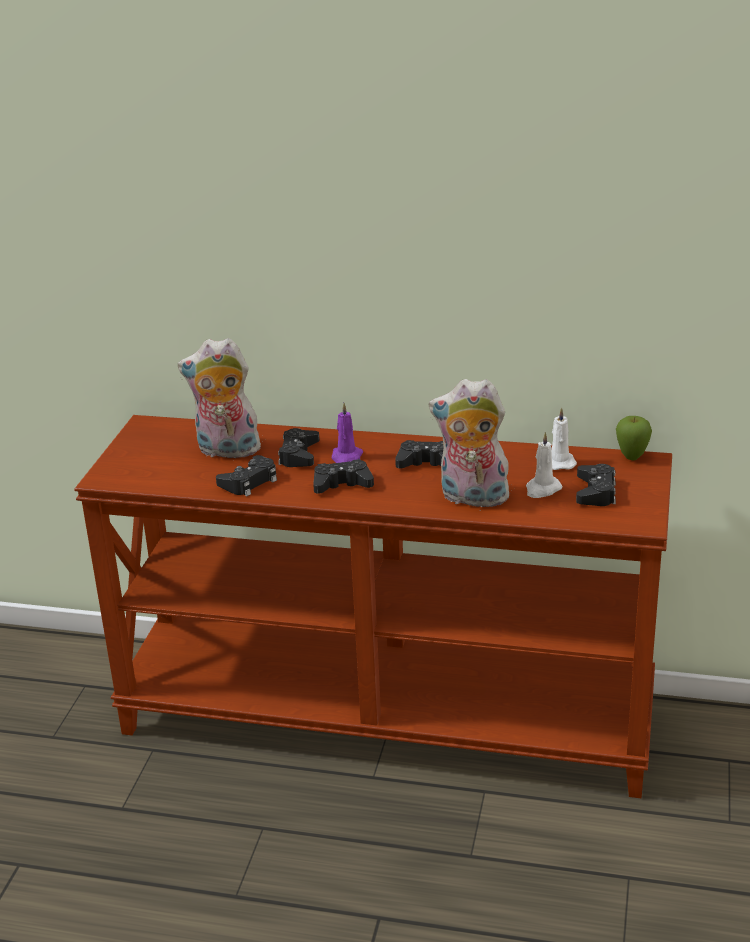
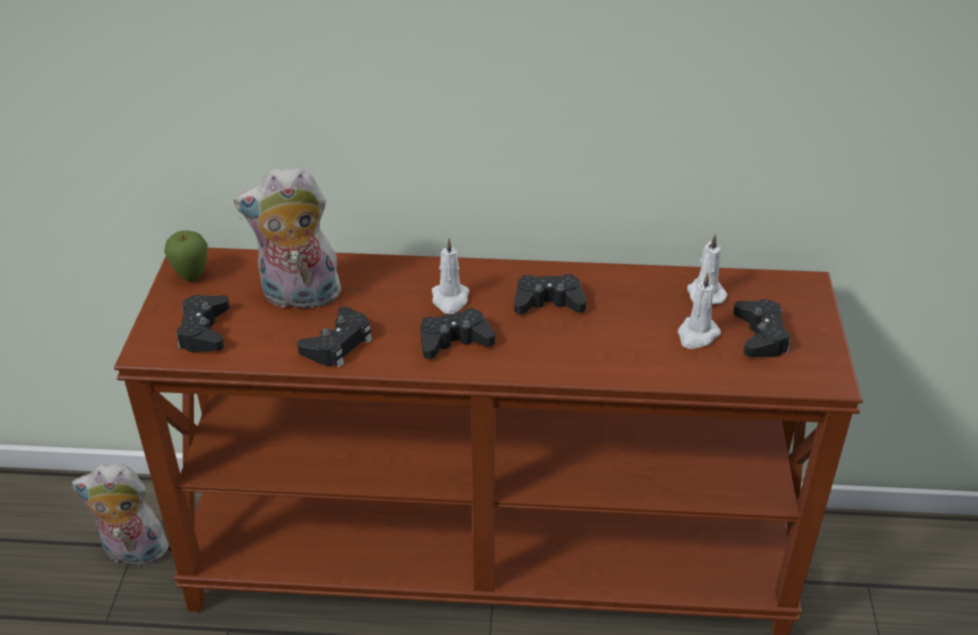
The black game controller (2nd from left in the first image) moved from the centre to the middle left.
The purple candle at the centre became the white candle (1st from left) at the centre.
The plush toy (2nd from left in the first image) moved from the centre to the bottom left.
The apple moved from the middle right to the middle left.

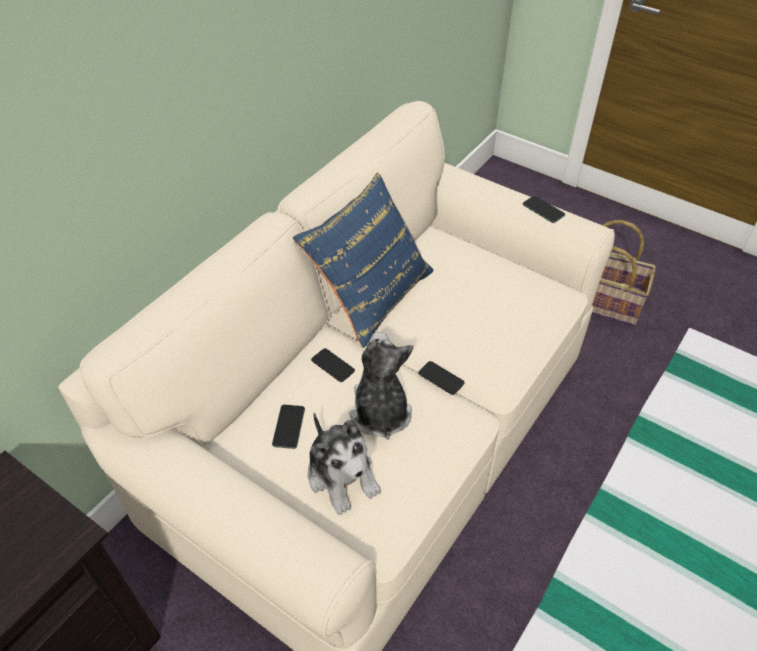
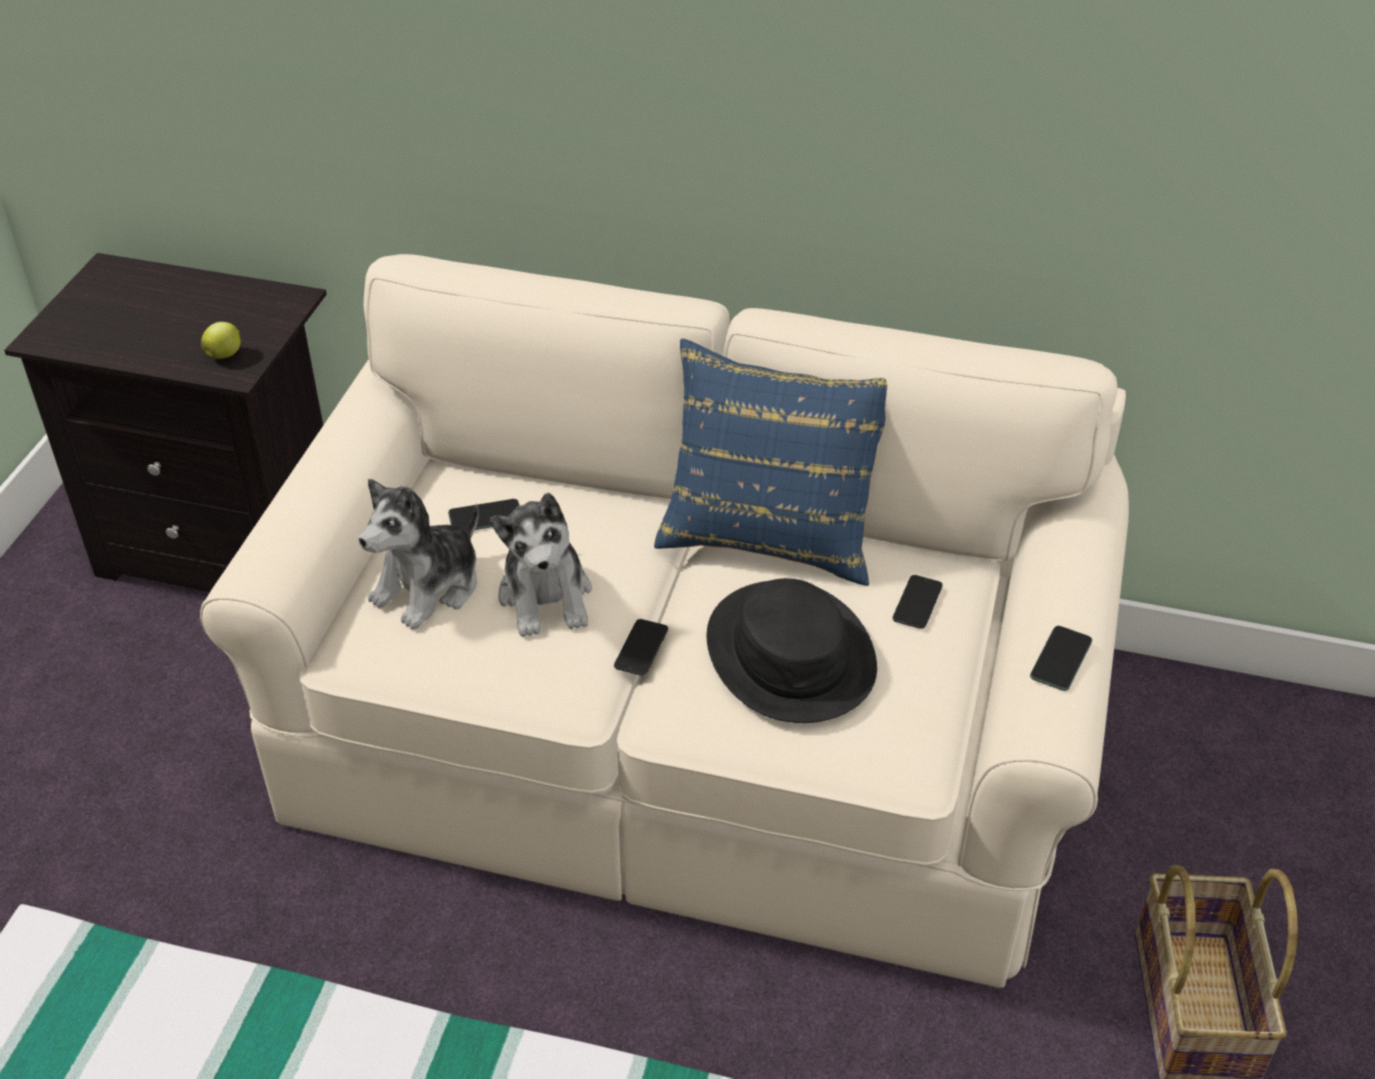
The phone (2nd from left in the first image) moved from the centre to the middle right.
The plush toy (2nd from left) at the centre turned 105 degrees clockwise.
The apple at the top left appeared.
The black hat at the centre appeared.

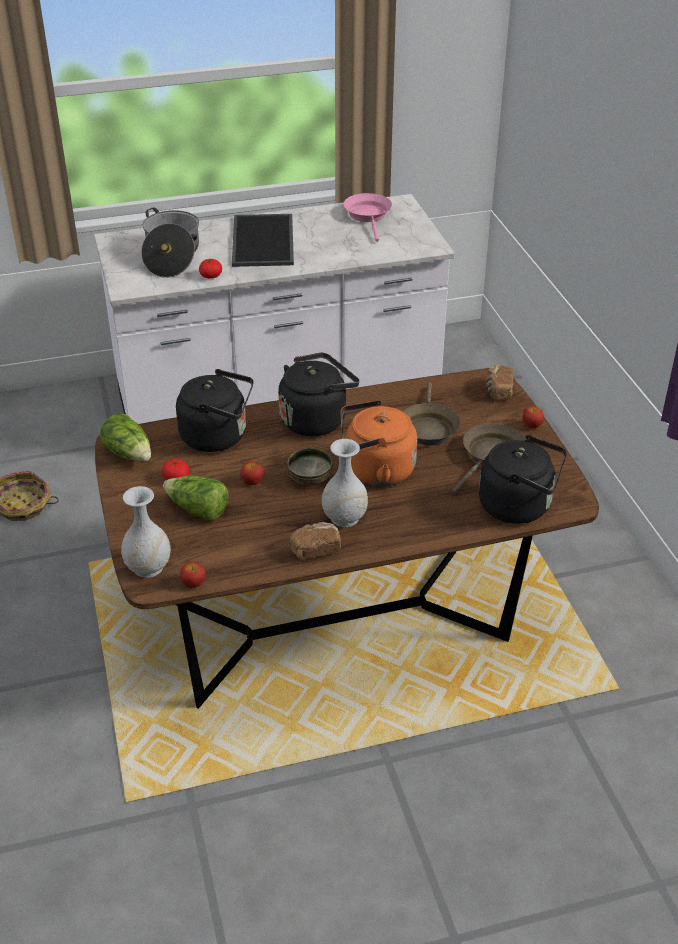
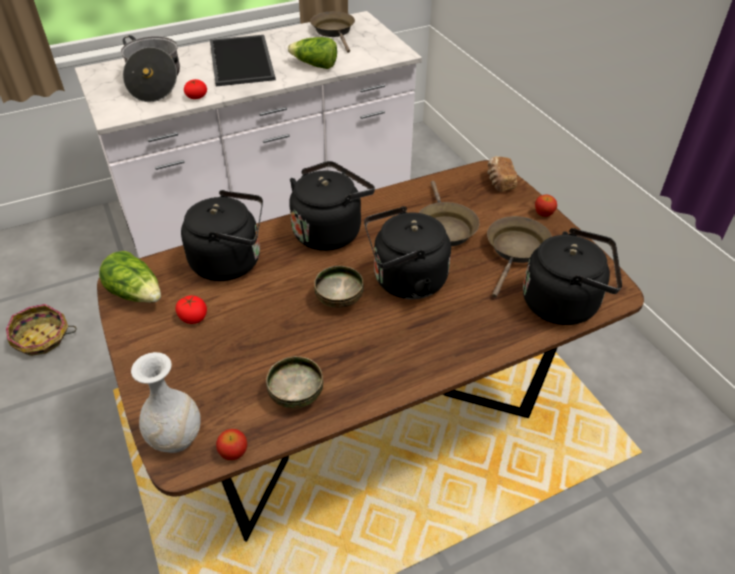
The lettuce (2nd from left) moved from the middle left to the top centre.
The apple (2nd from left) at the centre disappeared.
The bread (1st from left) at the centre disappeared.
The white vase (2nd from left) at the centre disappeared.
The orange kettle at the centre became the black kettle (3rd from left) at the centre.
The pink frying pan at the top centre became the brown frying pan (1st from left) at the top centre.
The bowl (1st from left) at the centre appeared.

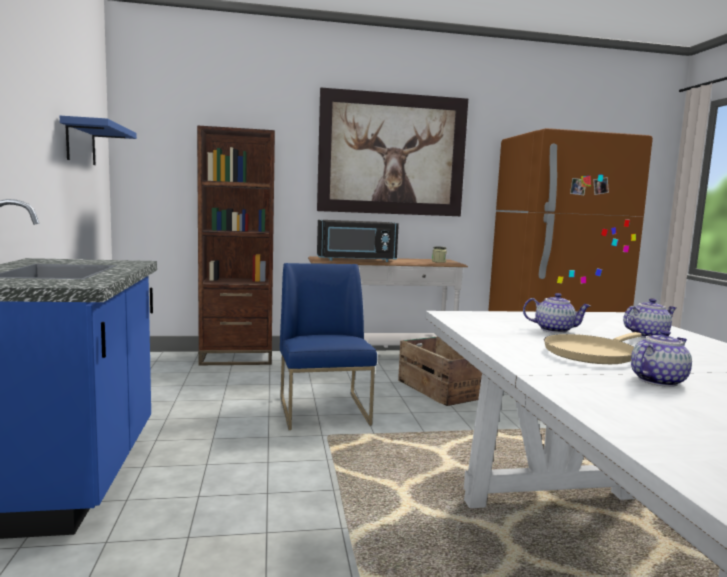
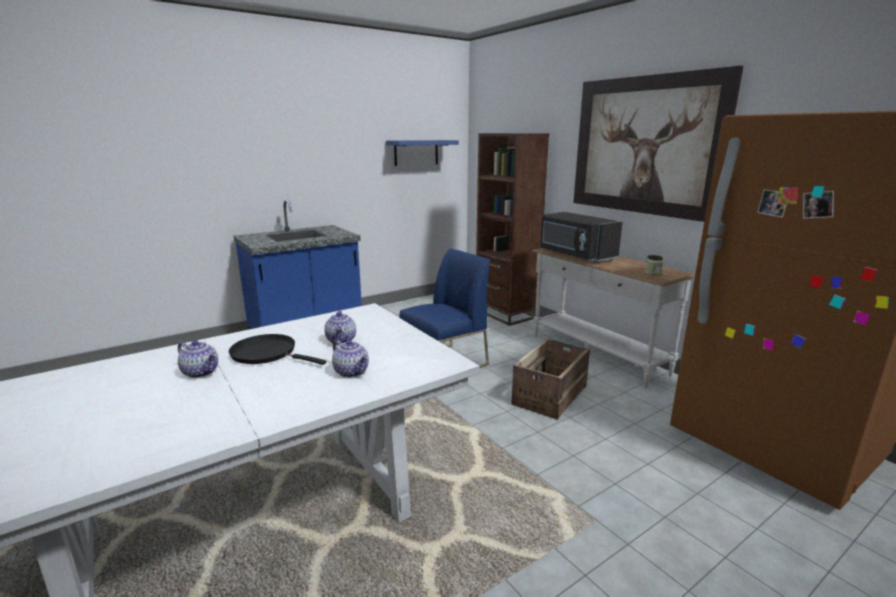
The beige frying pan at the middle right became the black frying pan at the middle left.

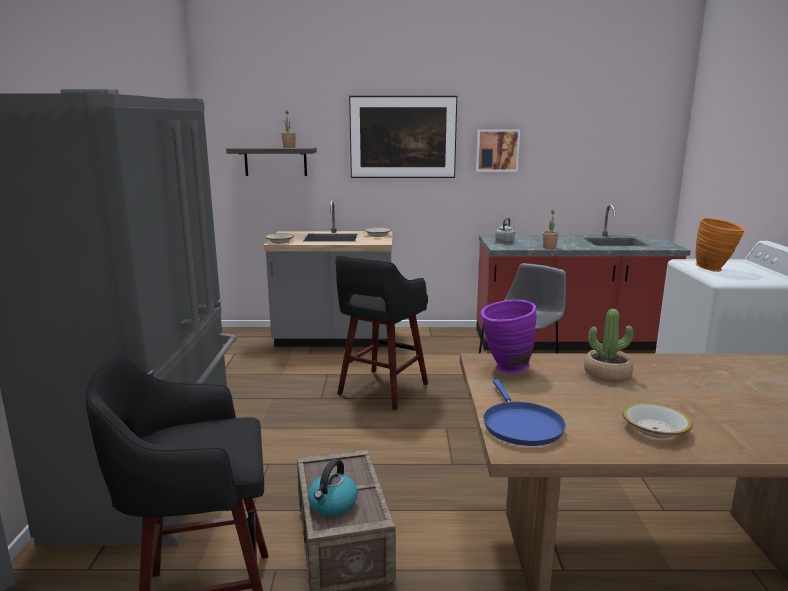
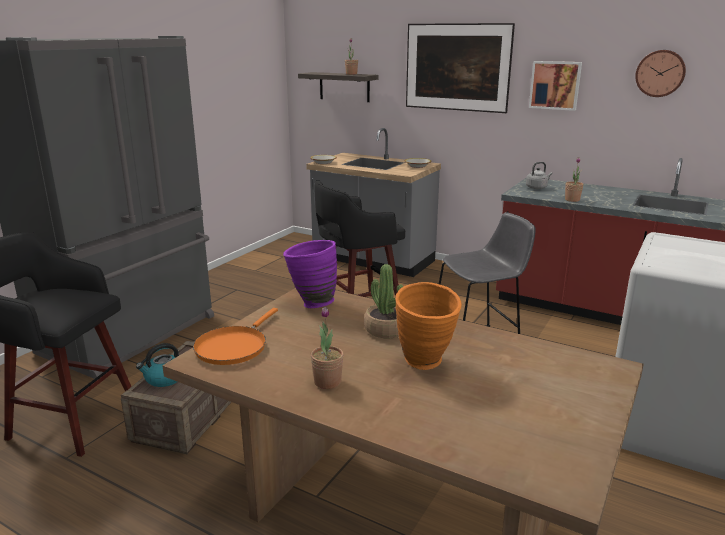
The blue frying pan at the bottom centre became the orange frying pan at the middle left.
The bowl (3rd from left) at the bottom right was replaced by the potted plant (1st from left) at the centre.
The orange vase moved from the middle right to the centre.
The wall clock at the top right appeared.

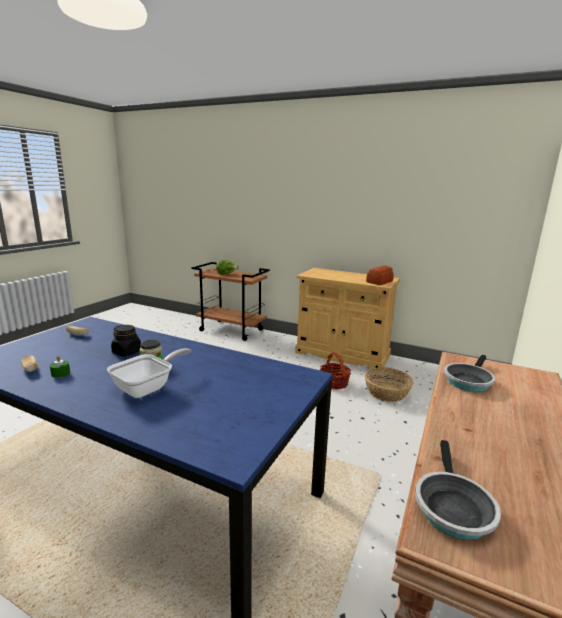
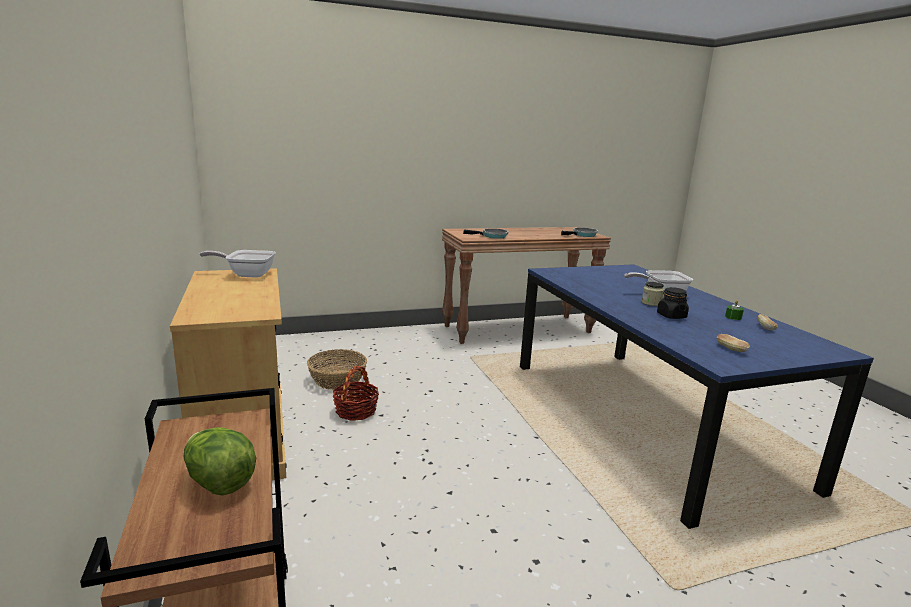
The bread (3rd from left) at the middle right was replaced by the frying pan (1st from left) at the middle left.

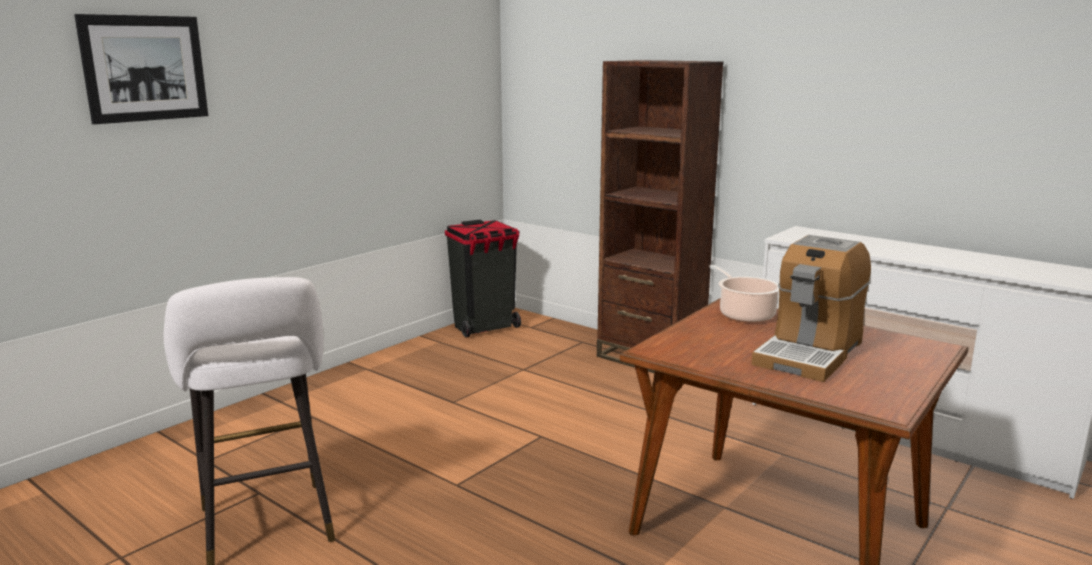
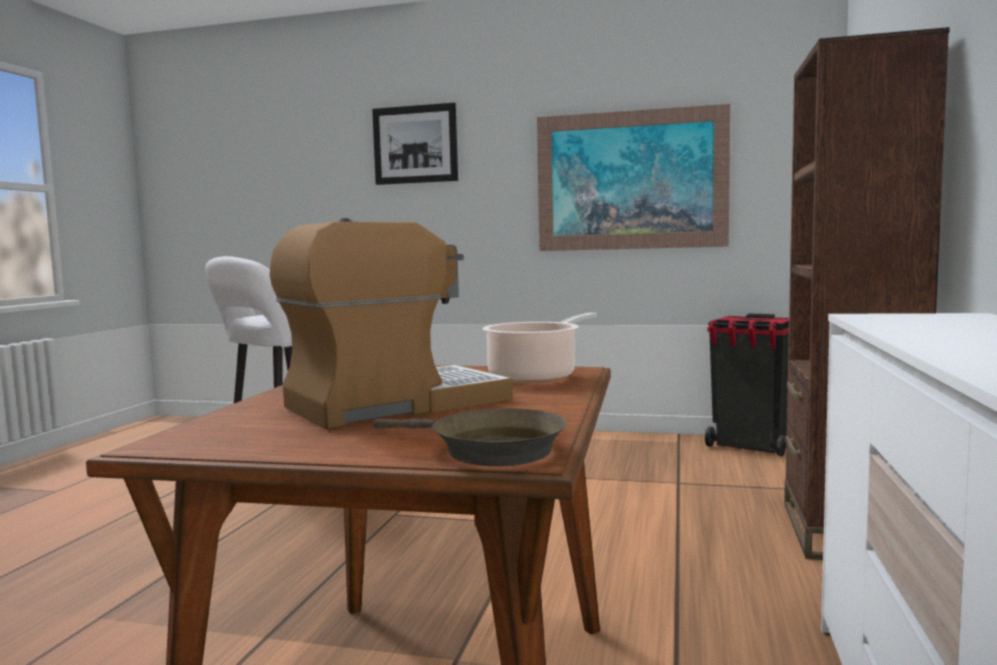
The coffee machine at the middle right turned 135 degrees clockwise.
The brown frying pan at the centre appeared.
The picture (2nd from left) at the top centre appeared.

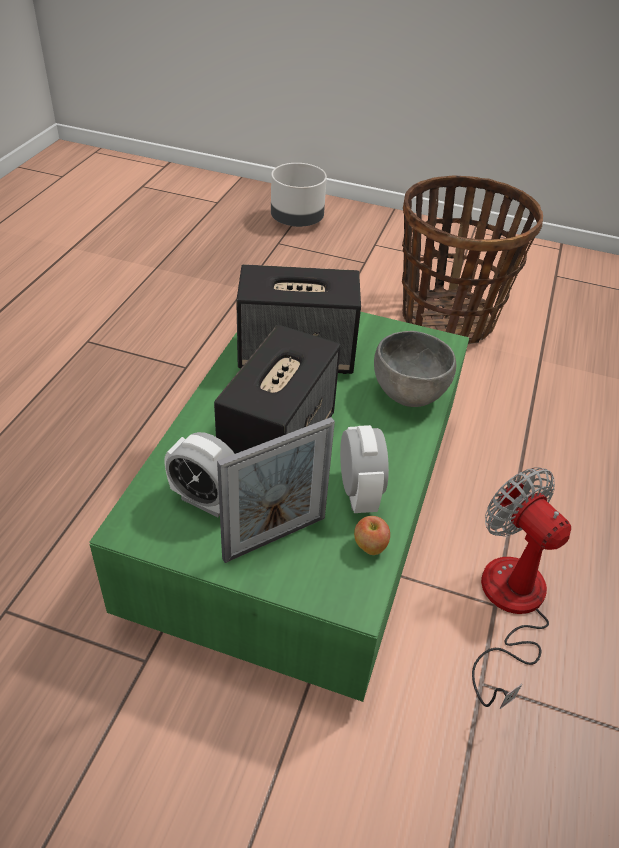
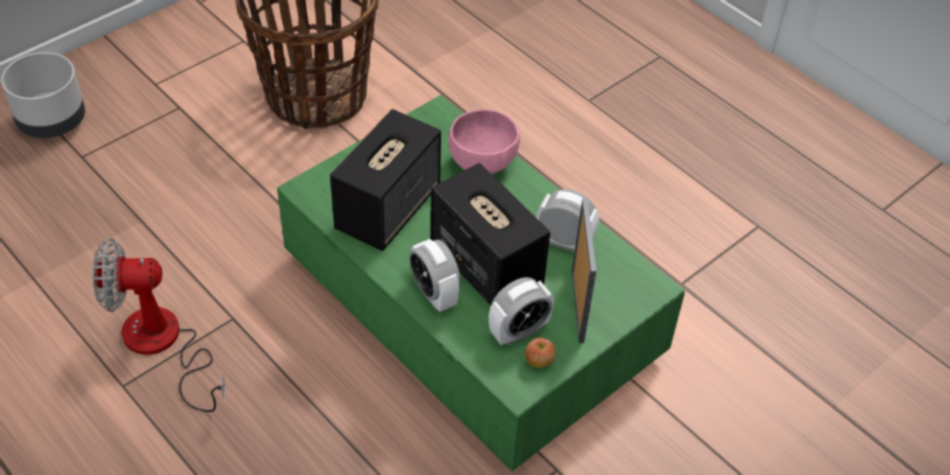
The apple moved from the centre to the bottom centre.
The grey bowl at the middle right became the pink bowl at the top centre.
The fan moved from the bottom right to the bottom left.
The alarm clock (1st from left) at the centre appeared.

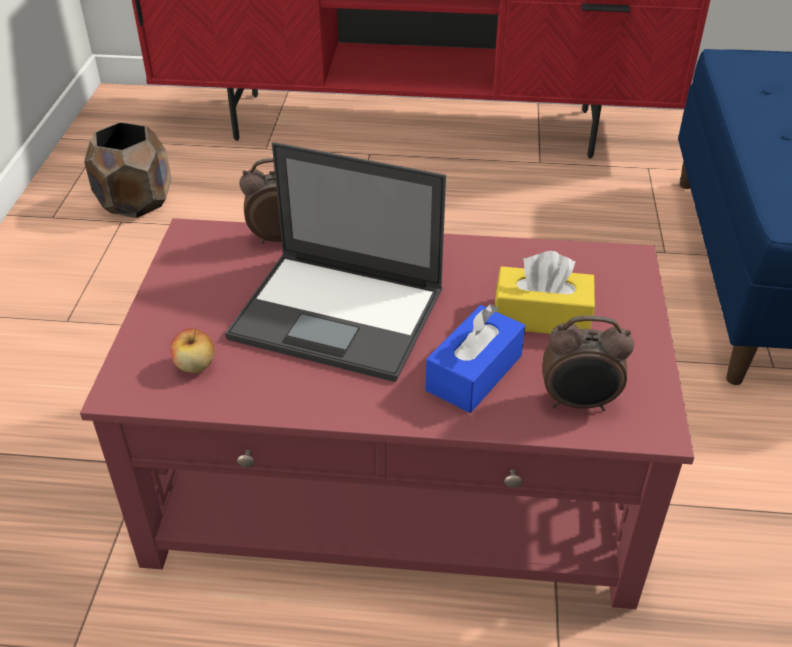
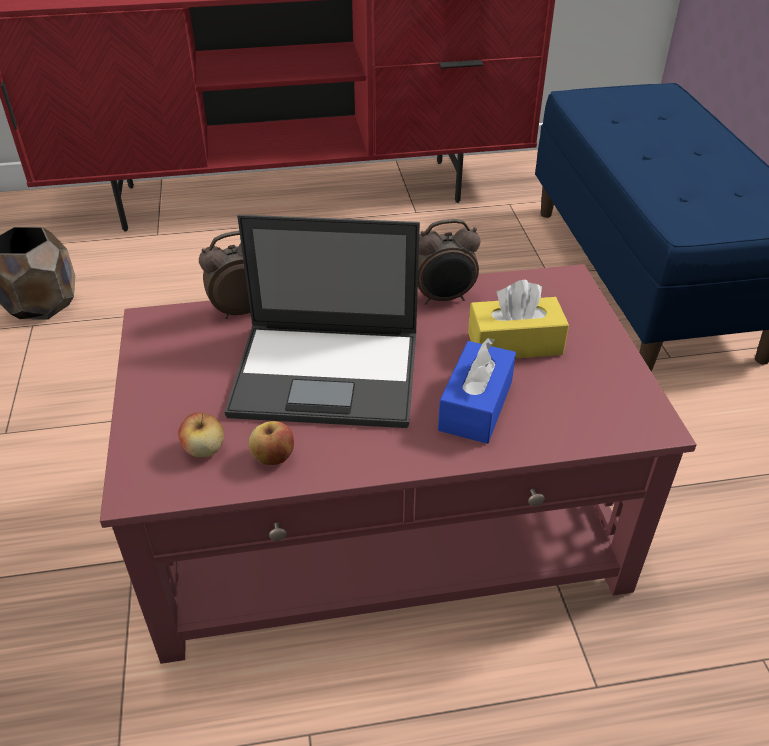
The alarm clock (2nd from left) moved from the middle right to the centre.
The apple (2nd from left) at the centre appeared.

